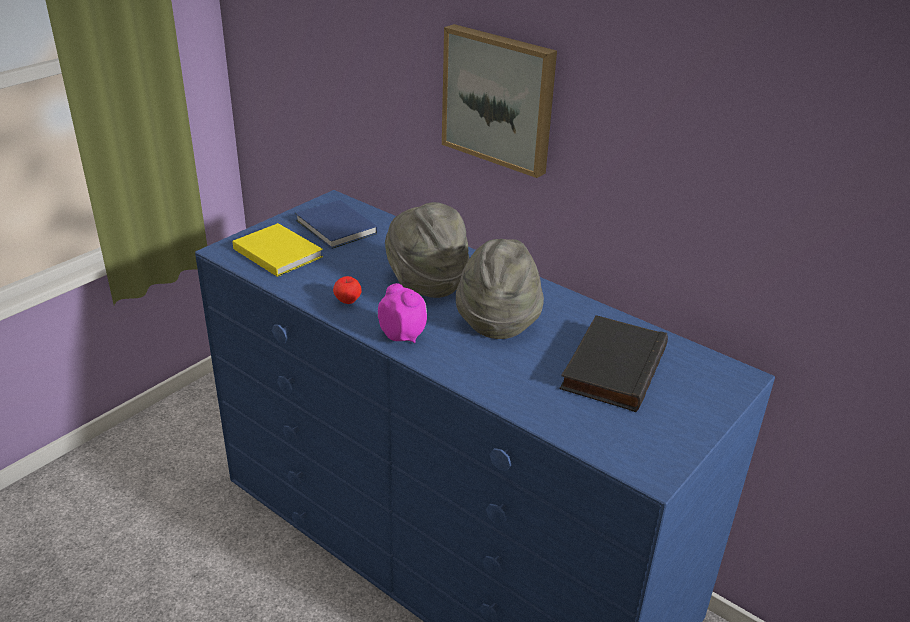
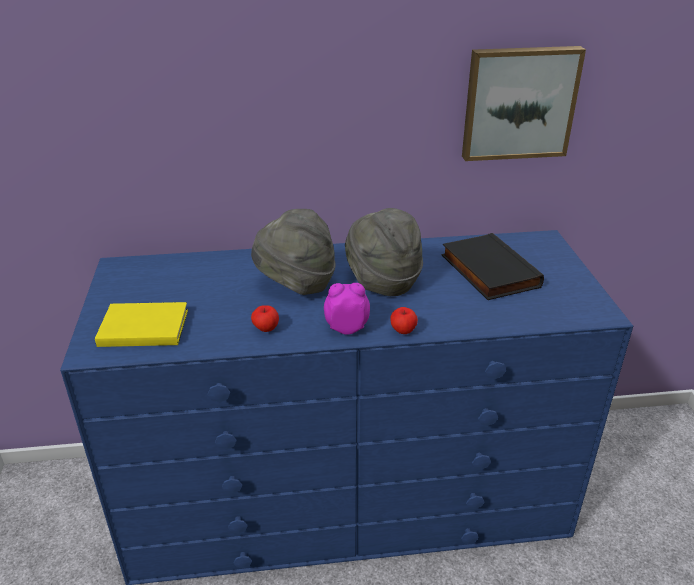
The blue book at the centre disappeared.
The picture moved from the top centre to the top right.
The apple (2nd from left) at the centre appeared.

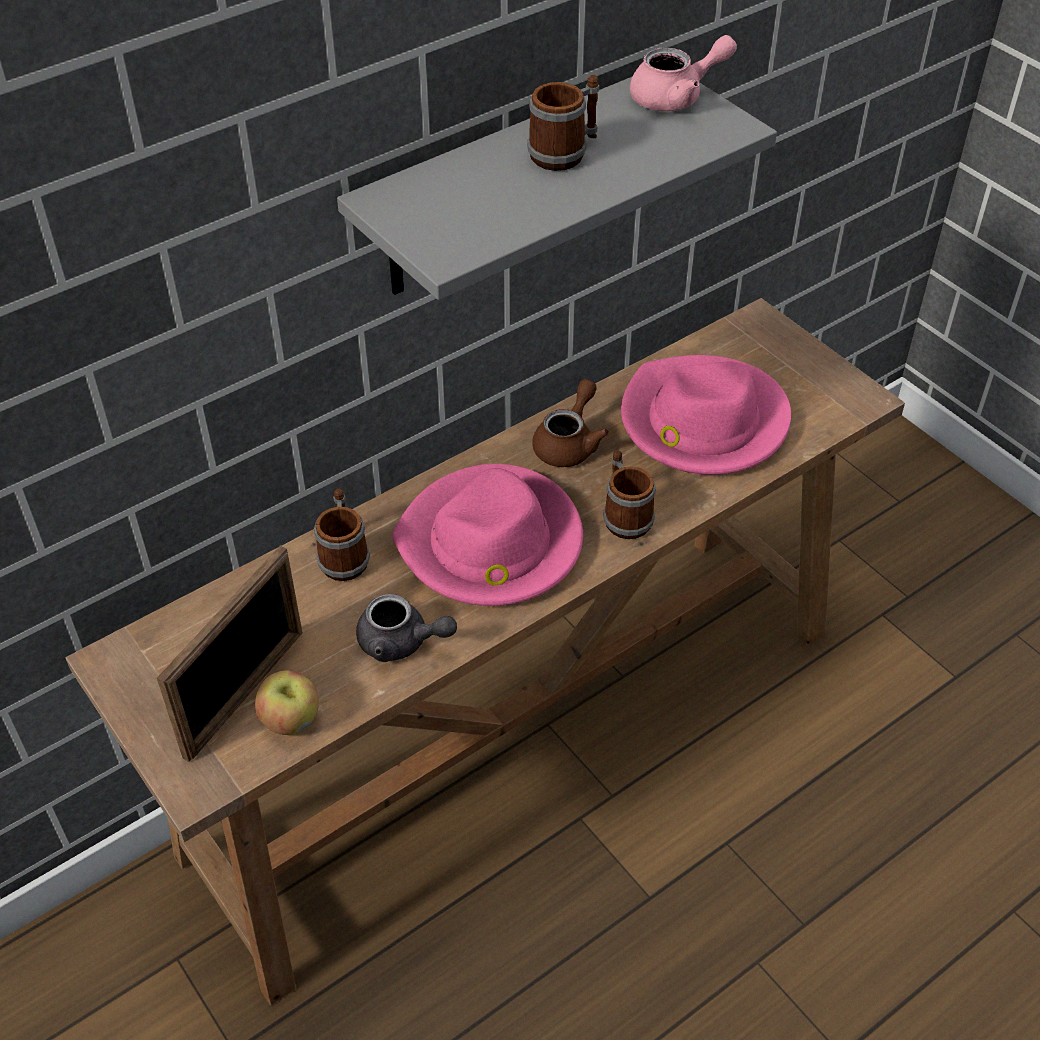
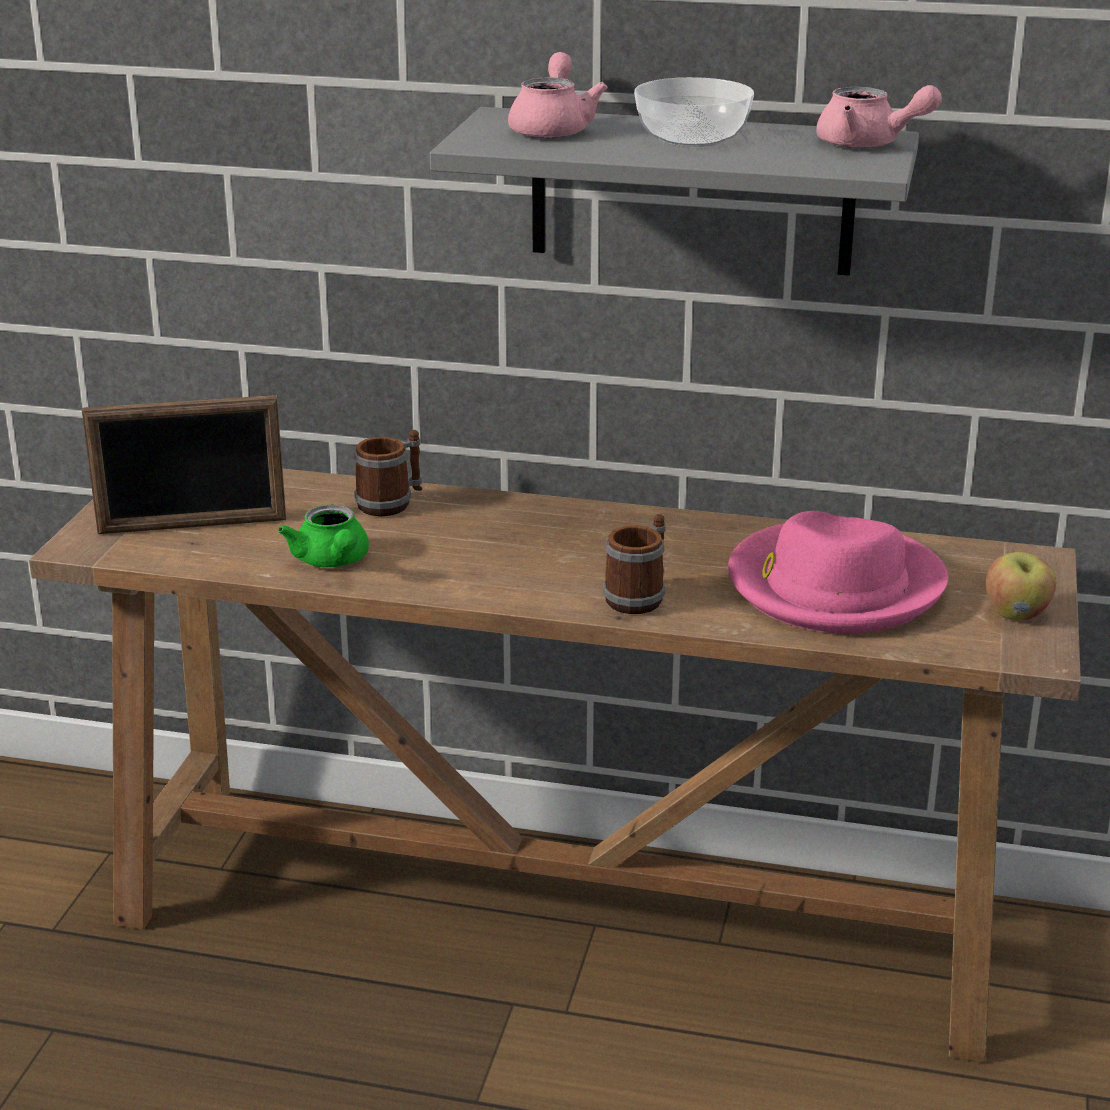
The apple moved from the bottom left to the middle right.
The grey teapot at the centre became the green teapot at the middle left.
The pink hat (1st from left) at the centre disappeared.
The mug (2nd from left) at the top centre was replaced by the bowl at the top centre.
The brown teapot at the centre disappeared.
The pink teapot (1st from left) at the top centre appeared.

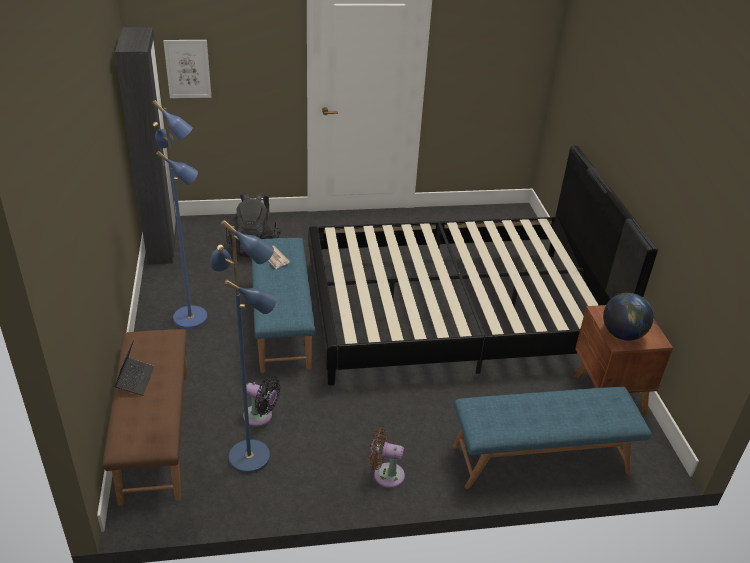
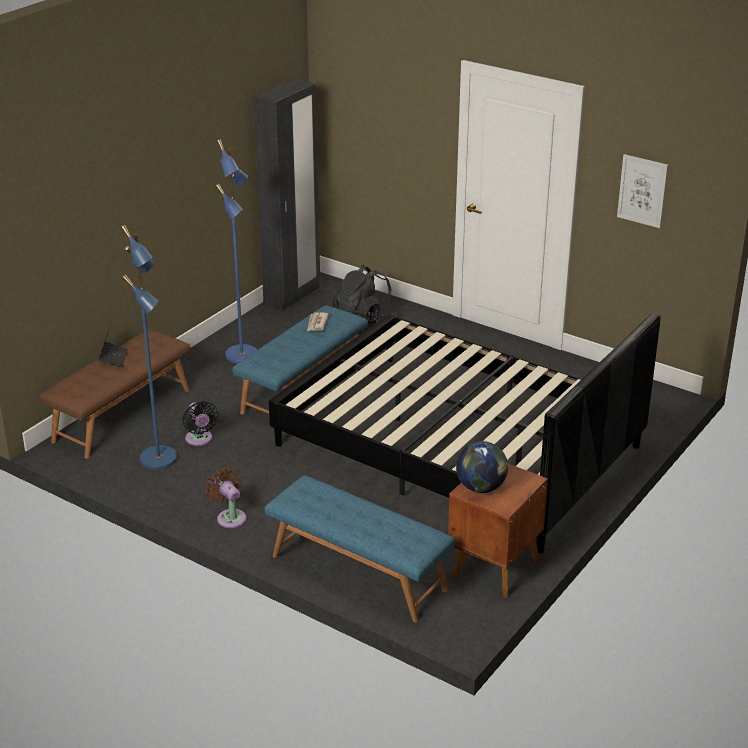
The laptop at the middle left turned 45 degrees counterclockwise.
The picture moved from the top left to the top right.

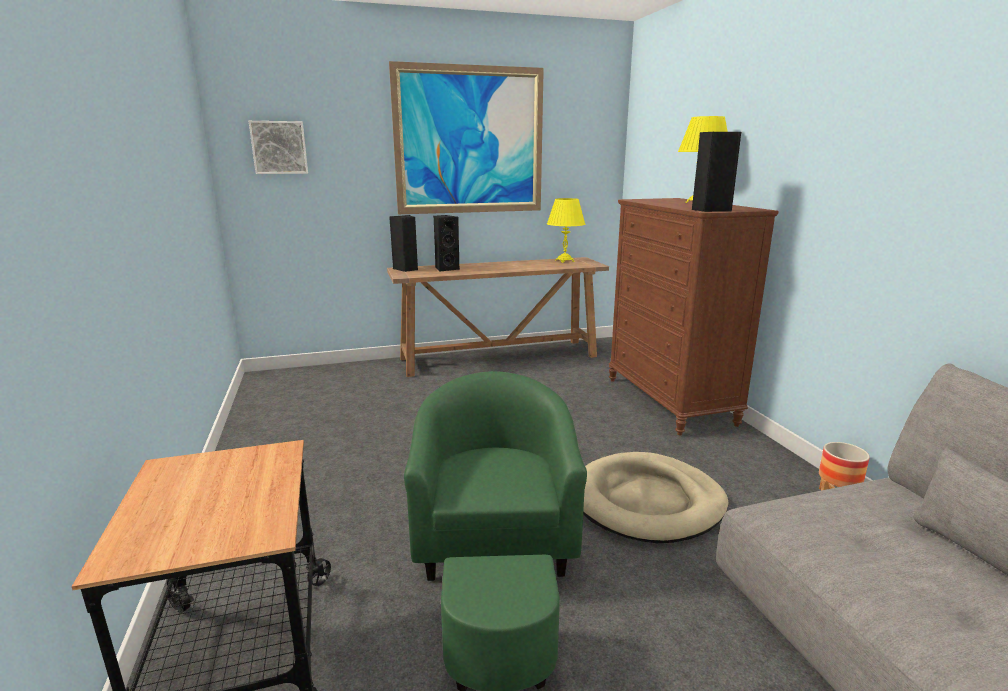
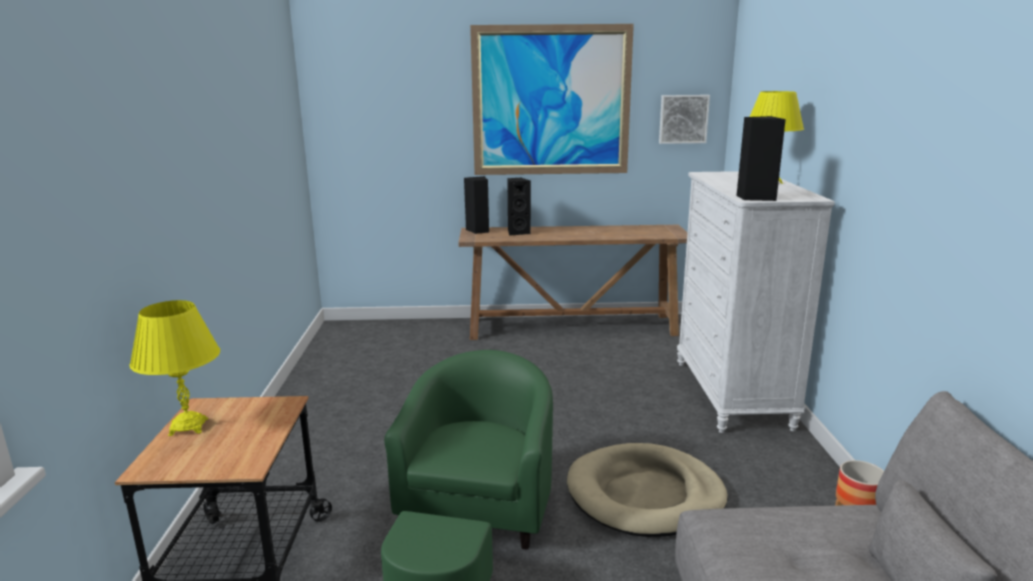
The picture (1st from left in the first image) moved from the top left to the top centre.
The yellow table lamp (1st from left) moved from the top centre to the middle left.
The brown dresser at the middle right became the white dresser at the middle right.

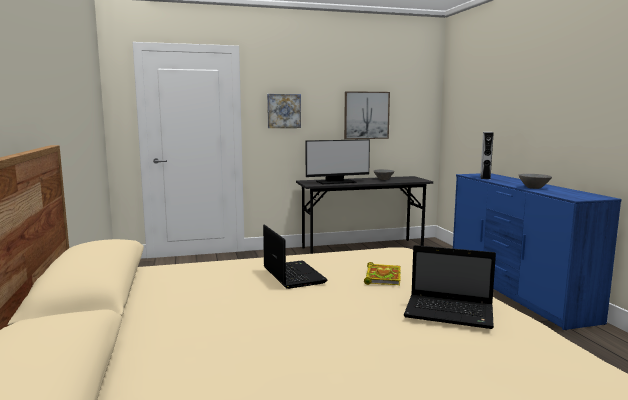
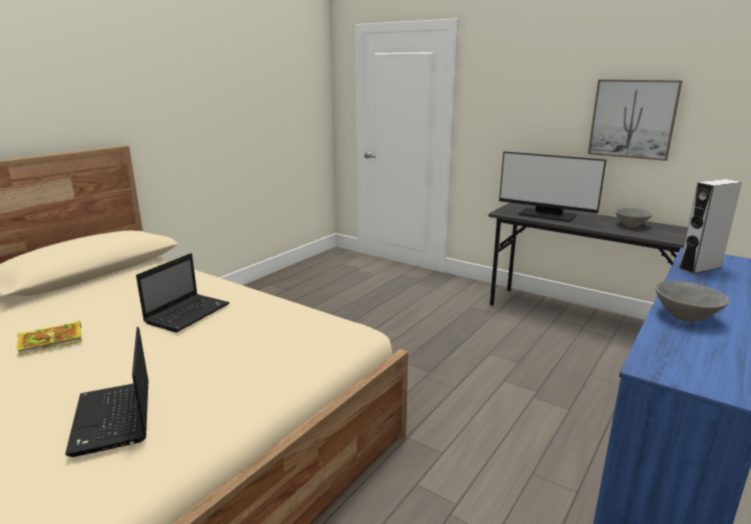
The picture (1st from left) at the top centre disappeared.
The book moved from the bottom centre to the middle left.

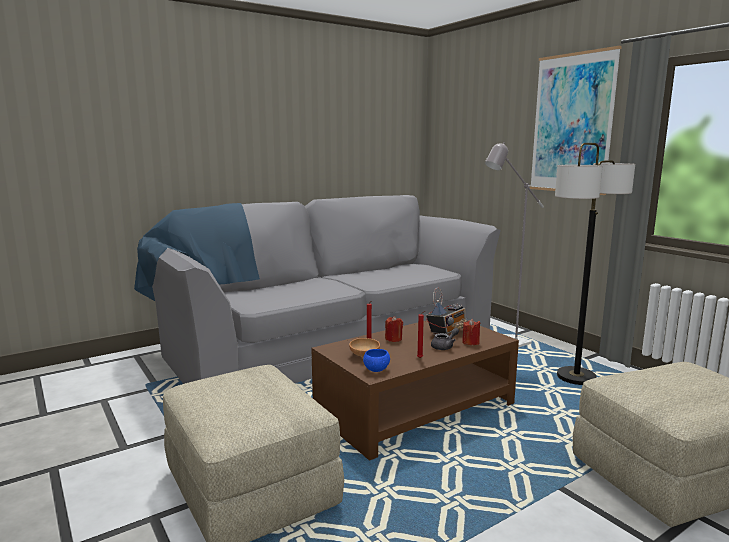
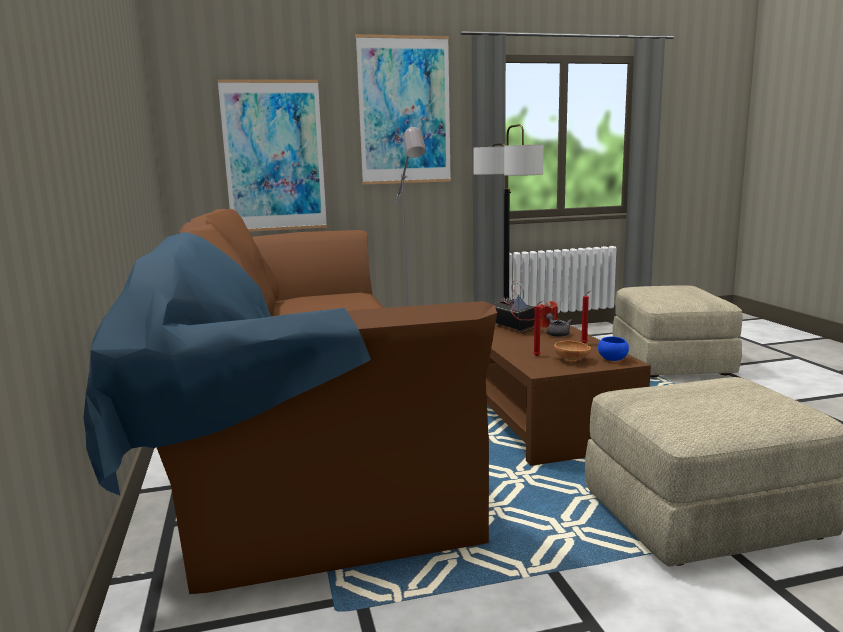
The grey sofa at the centre became the brown sofa at the centre.
The red candle (2nd from left) at the centre disappeared.
The picture (1st from left) at the top left appeared.

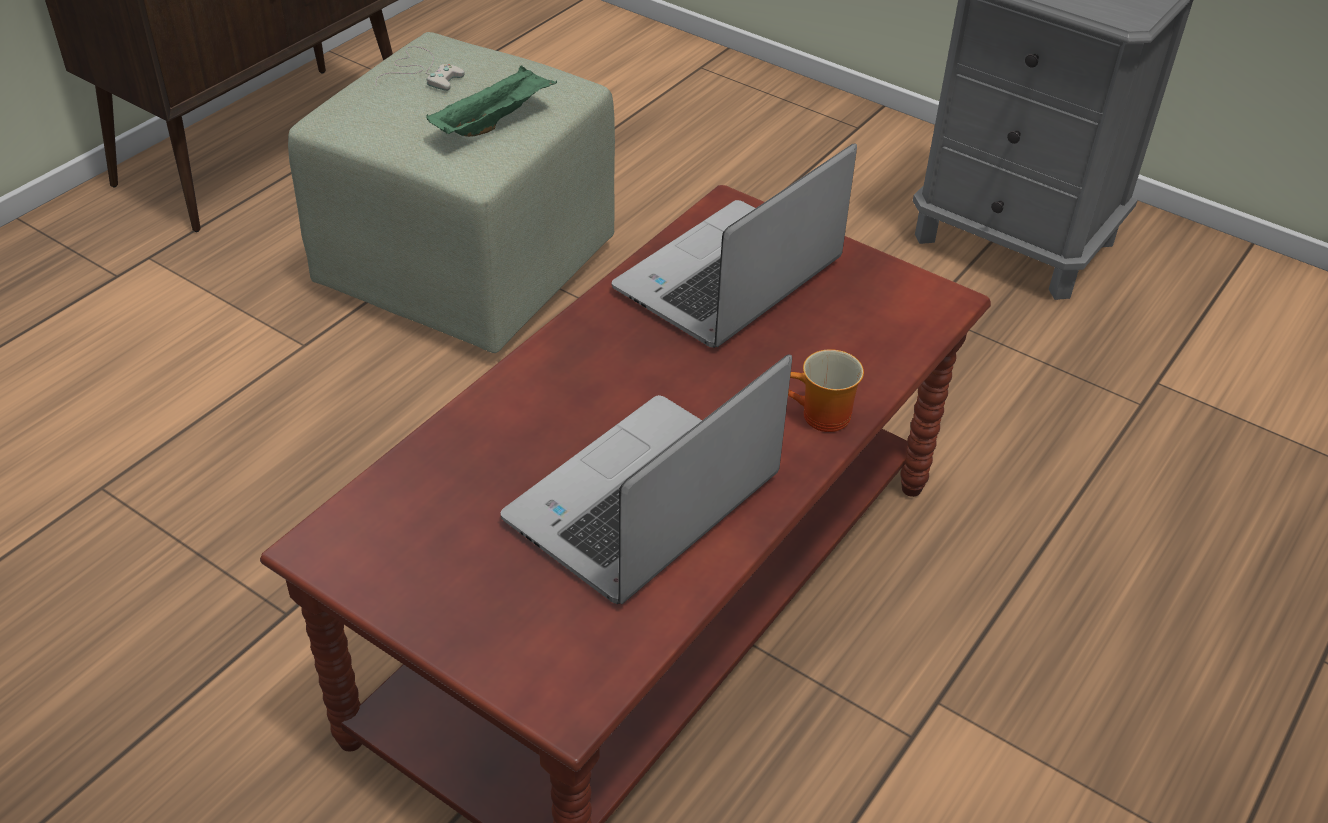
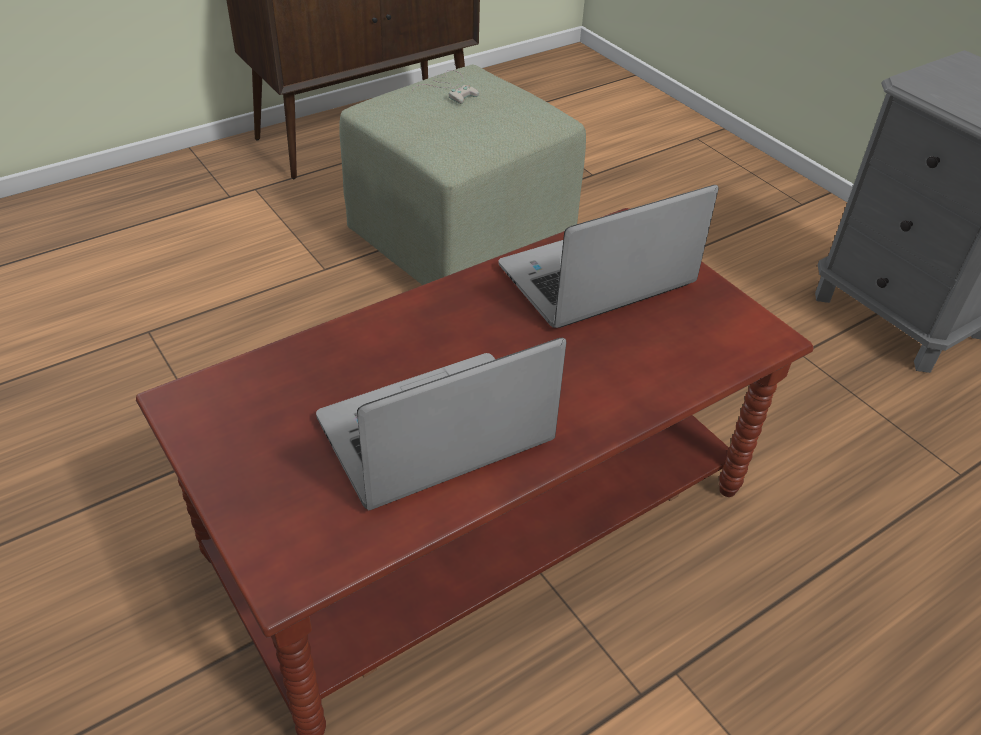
The green tray at the top centre disappeared.
The mug at the centre disappeared.

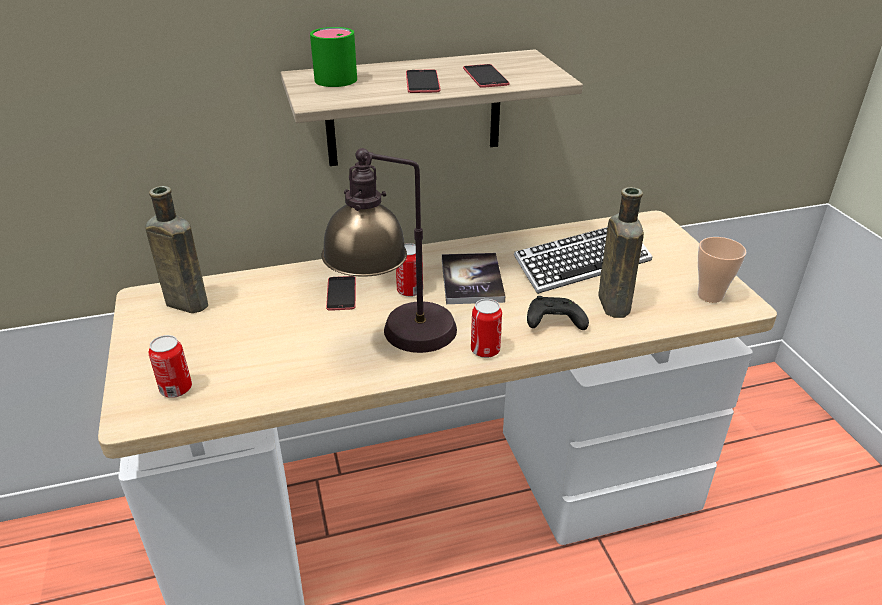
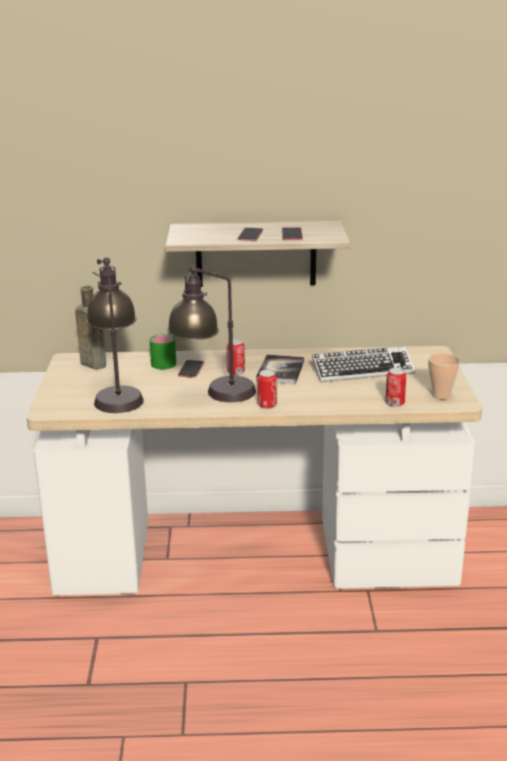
The can (1st from left in the first image) moved from the middle left to the middle right.
The green mug moved from the top centre to the middle left.
The black game controller at the centre disappeared.
The brown bottle (2nd from left) at the middle right disappeared.
The table lamp (1st from left) at the middle left appeared.

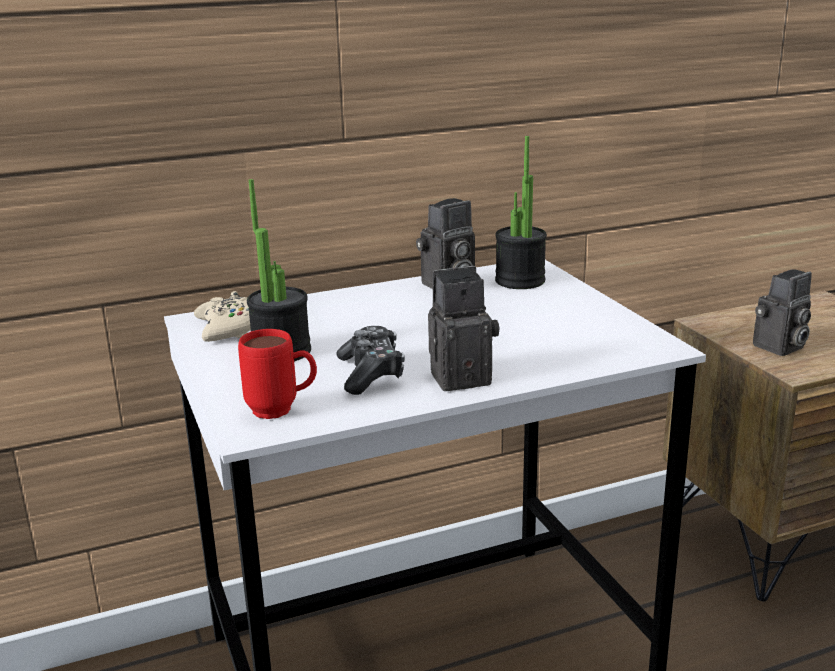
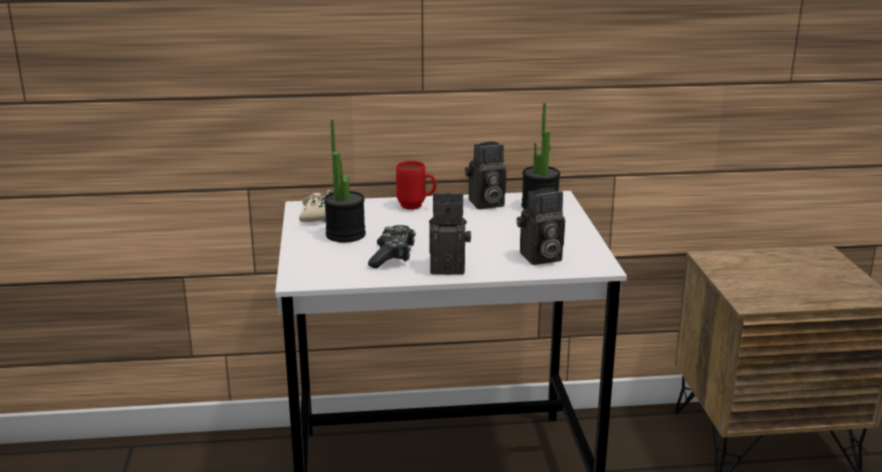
The red mug moved from the middle left to the centre.
The photo camera (3rd from left) moved from the middle right to the centre.

